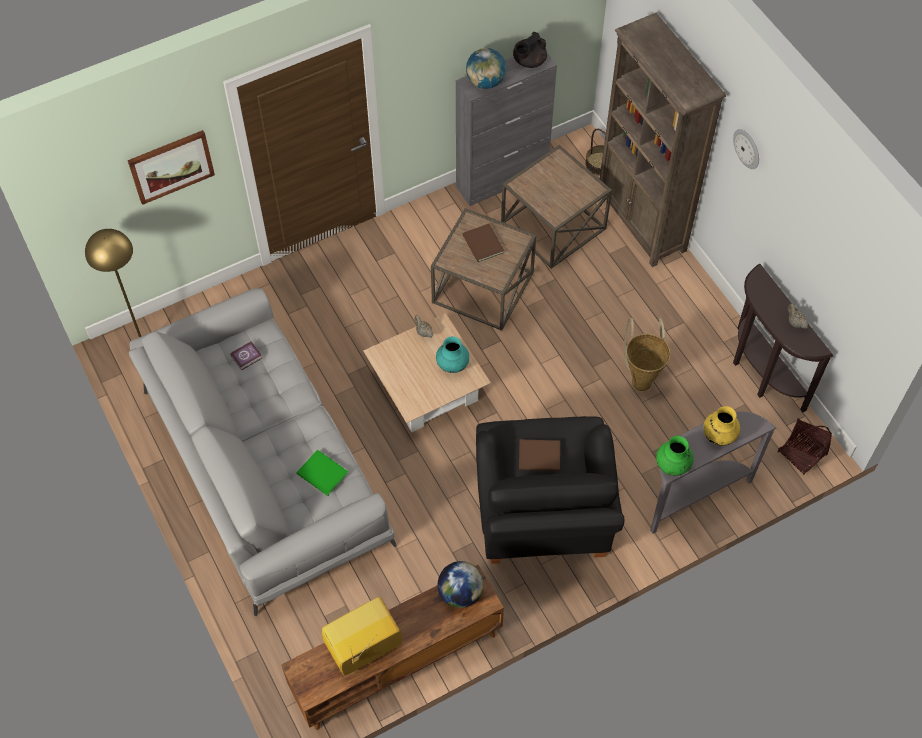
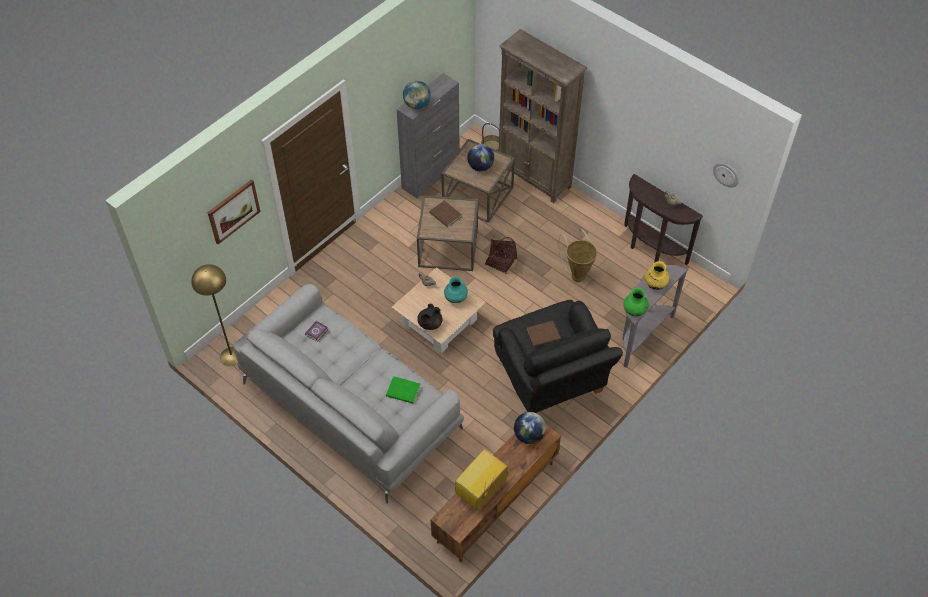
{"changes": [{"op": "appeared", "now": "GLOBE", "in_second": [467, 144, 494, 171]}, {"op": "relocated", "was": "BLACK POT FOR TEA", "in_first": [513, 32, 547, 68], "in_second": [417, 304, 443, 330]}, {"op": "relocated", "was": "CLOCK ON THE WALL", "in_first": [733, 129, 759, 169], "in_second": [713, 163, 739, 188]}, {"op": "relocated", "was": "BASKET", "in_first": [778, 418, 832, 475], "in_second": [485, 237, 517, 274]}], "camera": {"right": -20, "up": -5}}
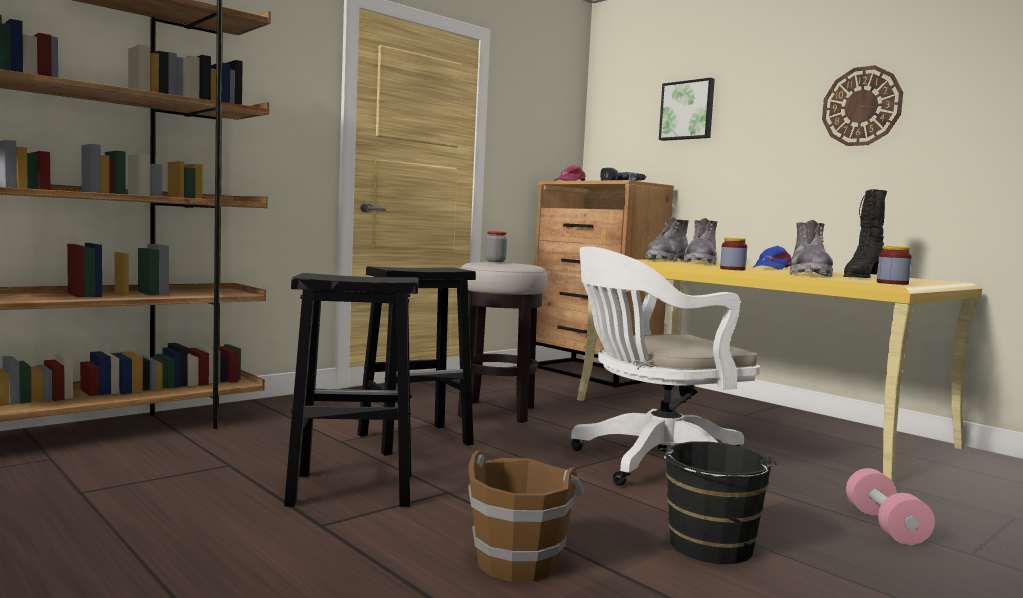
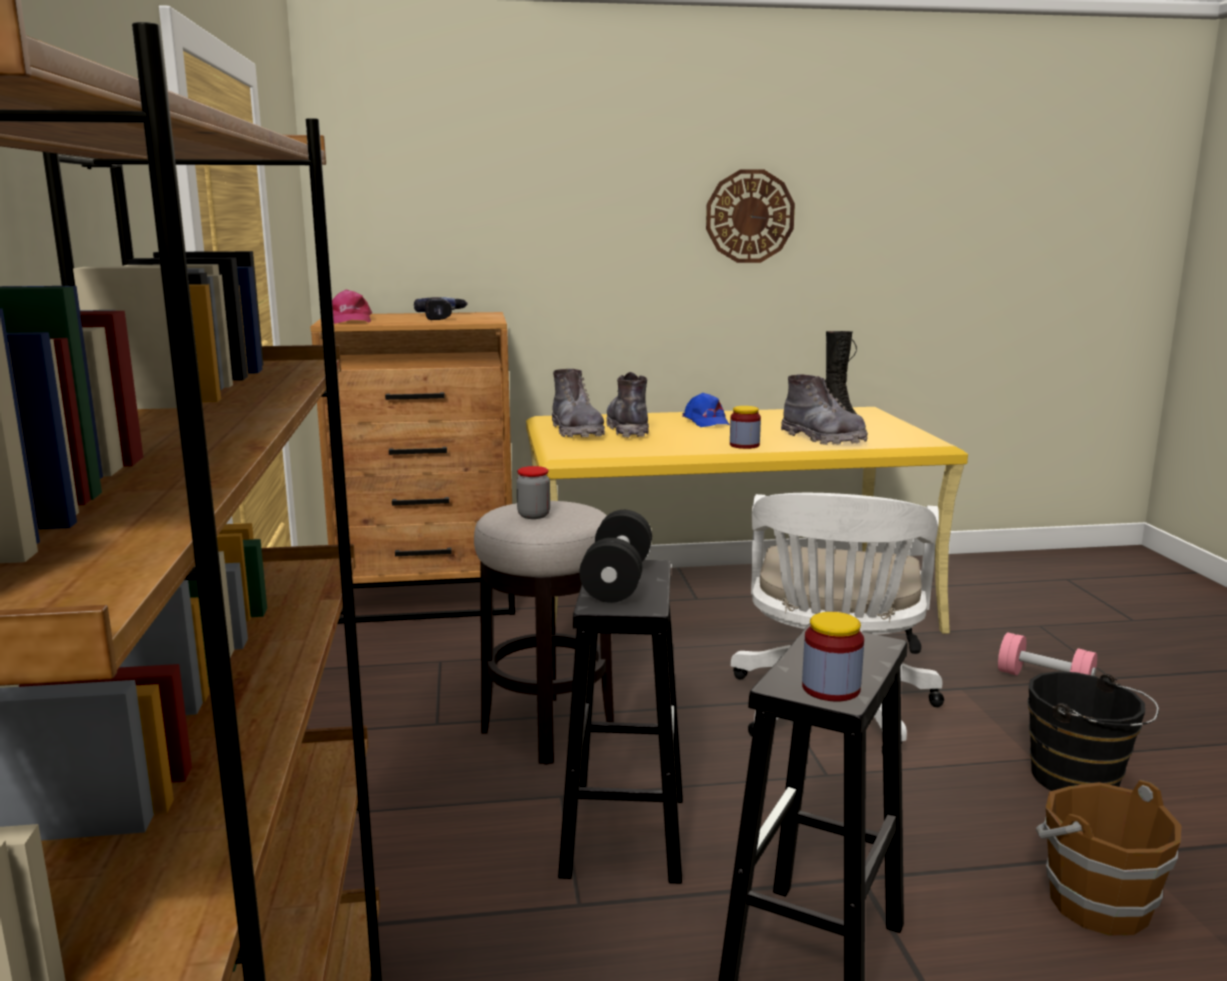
{"changes": [{"op": "missing", "was": "PICTURE", "in_first": [659, 78, 715, 141]}, {"op": "appeared", "now": "BLACK HAND WEIGHT", "in_second": [579, 510, 652, 603]}, {"op": "relocated", "was": "JAR", "in_first": [877, 246, 912, 285], "in_second": [802, 612, 864, 701]}, {"op": "spun", "was": "GREYISH HIGH-TOP BOOT", "in_first": [684, 218, 717, 265], "in_second": [606, 372, 649, 437], "clockwise": -150}], "camera": {"right": -55, "up": 10}}
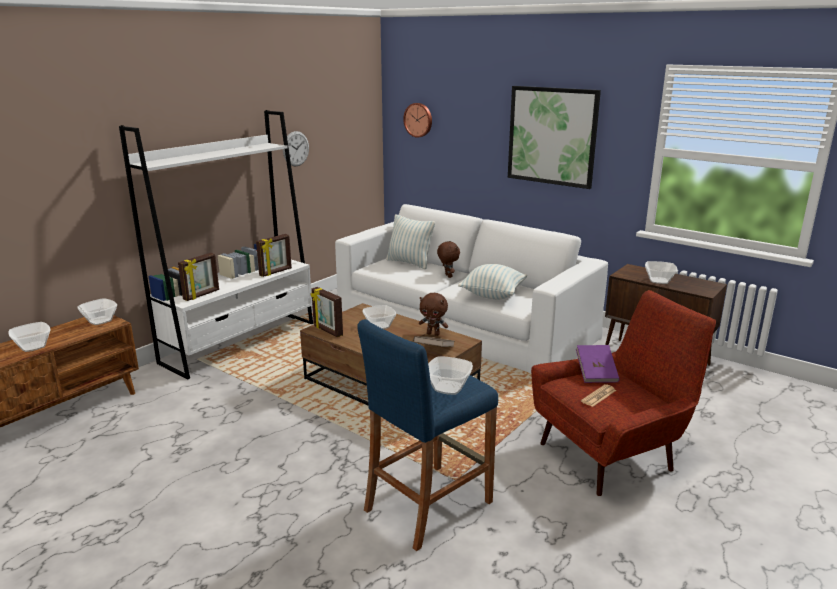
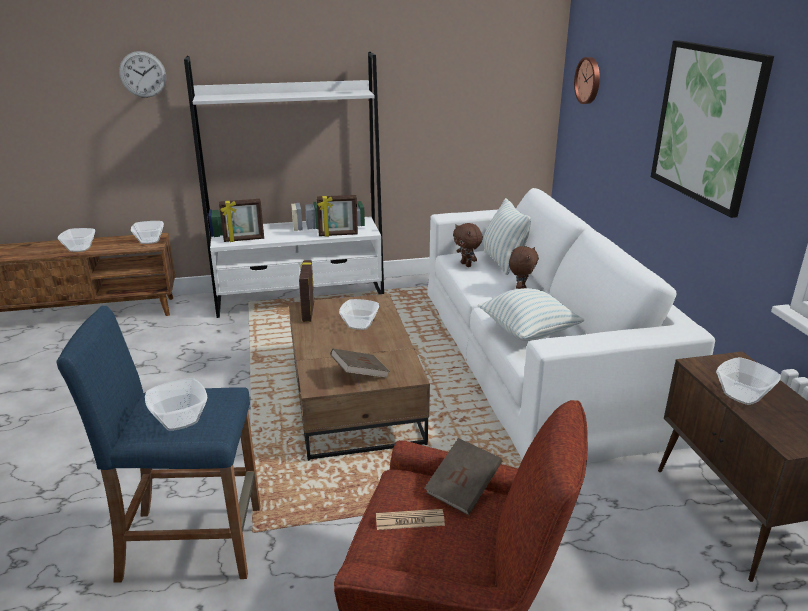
{"changes": [{"op": "relocated", "was": "CLOCK ON THE WALL", "in_first": [283, 131, 309, 166], "in_second": [119, 51, 166, 98]}, {"op": "relocated", "was": "BROWN-COLOURED CUDDLY TOY", "in_first": [419, 293, 448, 336], "in_second": [453, 223, 483, 267]}, {"op": "colour", "was": "PURPLE BOOK", "now": "BROWN-COLOURED BOOK", "in_first": [576, 345, 620, 383], "in_second": [424, 438, 502, 515]}], "camera": {"right": 40, "up": 5}}
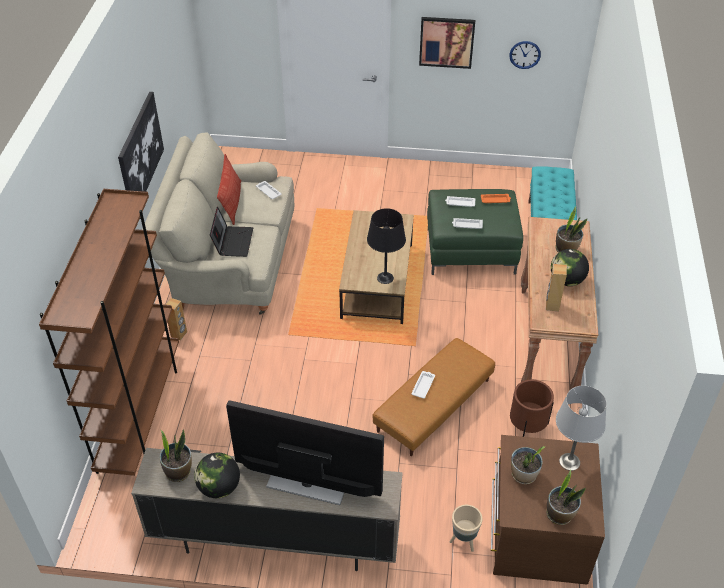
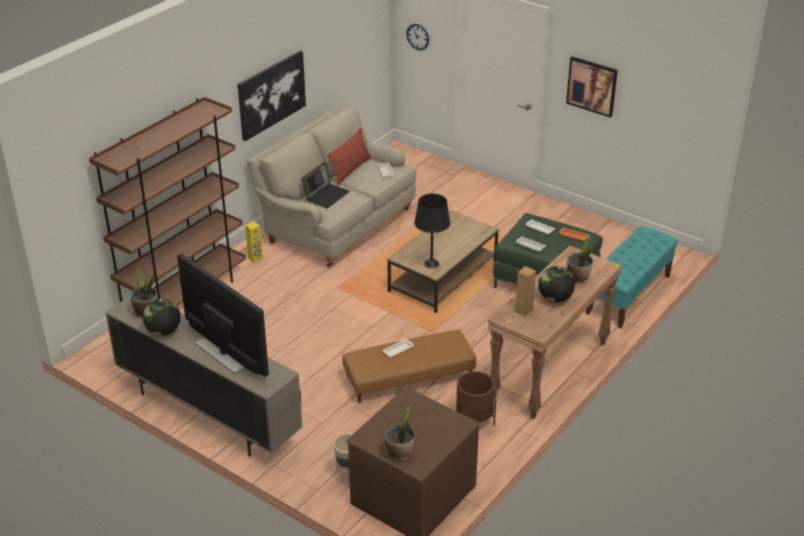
{"changes": [{"op": "missing", "was": "POTTED PLANT", "in_first": [511, 446, 545, 484]}, {"op": "missing", "was": "GREYISH TABLETOP LAMP", "in_first": [556, 386, 607, 471]}, {"op": "relocated", "was": "CLOCK ON THE WALL", "in_first": [509, 41, 541, 69], "in_second": [406, 24, 429, 51]}, {"op": "colour", "was": "BROWN-COLOURED LOUDSPEAKER", "now": "YELLOW LOUDSPEAKER", "in_first": [165, 298, 187, 341], "in_second": [245, 222, 263, 263]}], "camera": {"right": 30, "up": -10}}
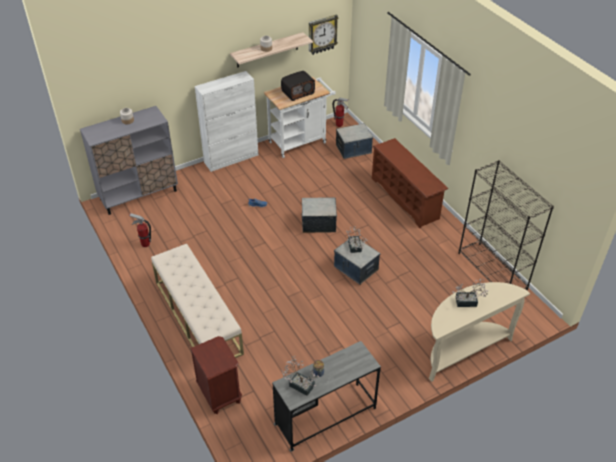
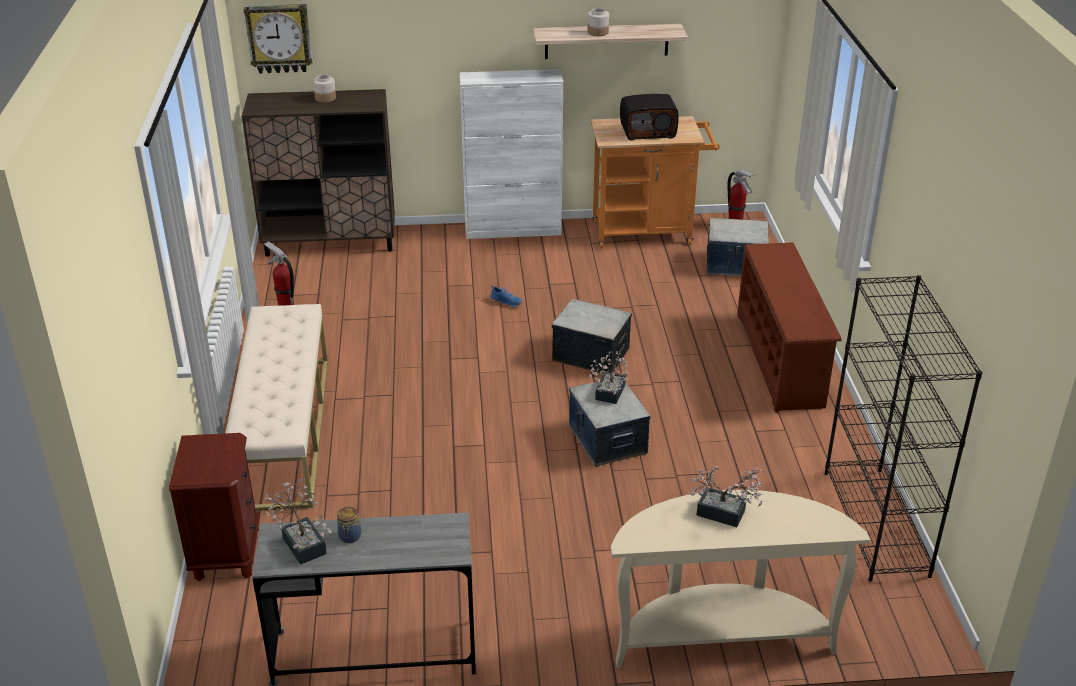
{"changes": [{"op": "relocated", "was": "CLOCK ON THE WALL", "in_first": [309, 15, 338, 55], "in_second": [244, 4, 313, 73]}, {"op": "colour", "was": "GREYISH STORAGE CABINET", "now": "BROWN-COLOURED STORAGE CABINET", "in_first": [80, 106, 178, 215], "in_second": [242, 89, 395, 257]}, {"op": "colour", "was": "WHITE-COLOURED TROLLEY", "now": "ORANGE TROLLEY", "in_first": [264, 77, 336, 158], "in_second": [591, 116, 720, 248]}], "camera": {"right": 25, "up": -10}}
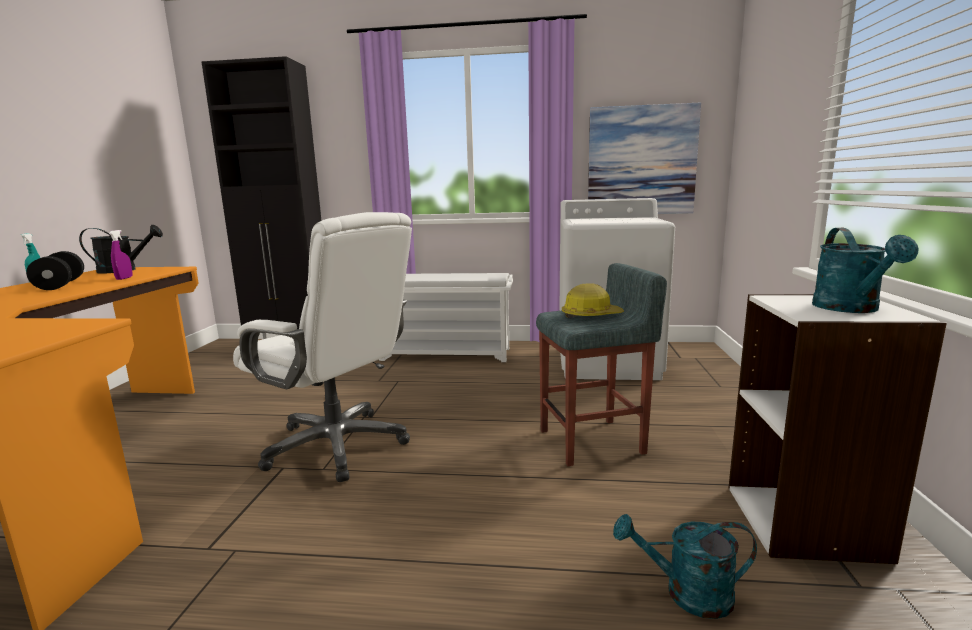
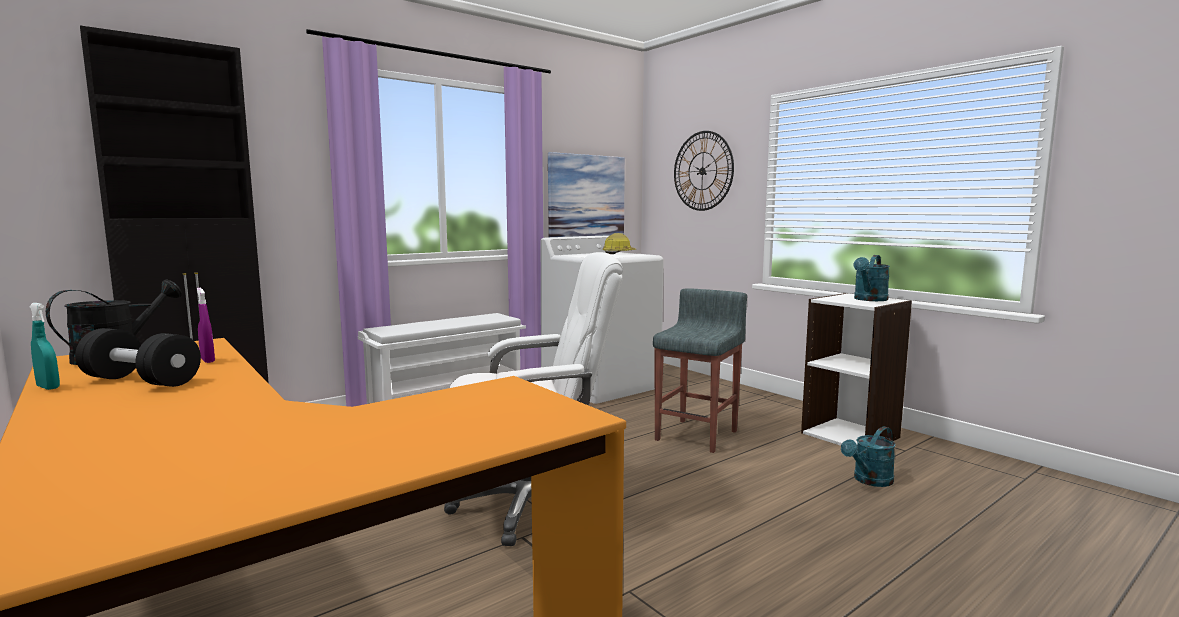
{"changes": [{"op": "appeared", "now": "CLOCK ON THE WALL", "in_second": [674, 131, 734, 211]}, {"op": "relocated", "was": "SAFETY HELMET", "in_first": [562, 283, 624, 318], "in_second": [603, 233, 636, 254]}, {"op": "spun", "was": "TURQUOISE WATERING CAN", "in_first": [812, 228, 919, 313], "in_second": [854, 255, 890, 301], "clockwise": 75}], "camera": {"right": -45, "up": -5}}
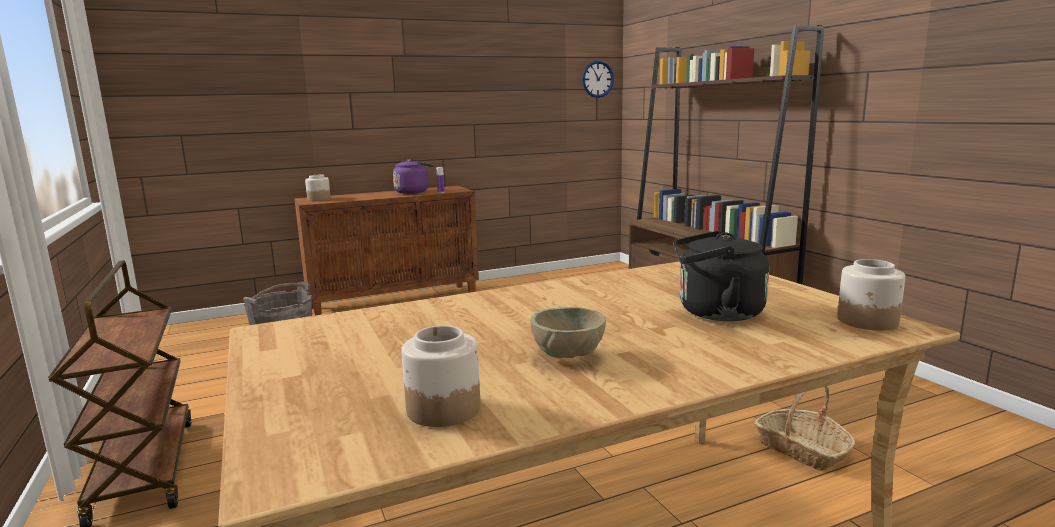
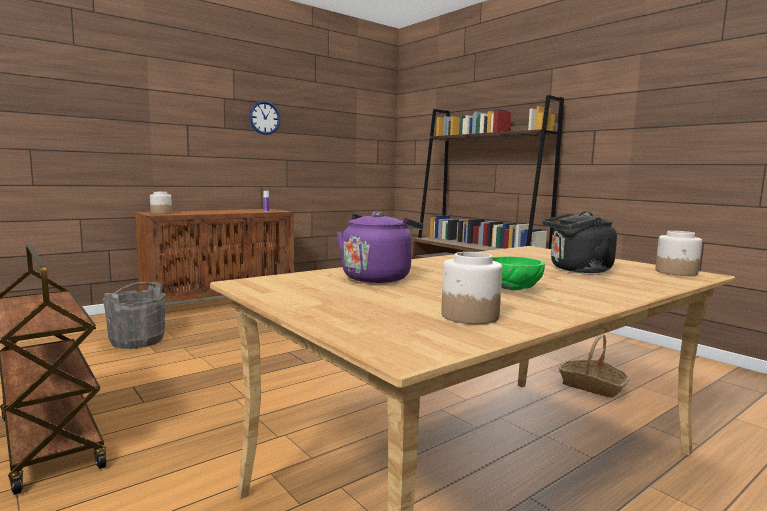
{"changes": [{"op": "relocated", "was": "PURPLE TEA KETTLE", "in_first": [393, 159, 434, 194], "in_second": [336, 211, 423, 283]}, {"op": "relocated", "was": "CLOCK ON THE WALL", "in_first": [582, 60, 614, 98], "in_second": [249, 101, 280, 135]}, {"op": "colour", "was": "SAND-COLOURED SERVING BOWL", "now": "GREENISH SERVING BOWL", "in_first": [530, 307, 606, 358], "in_second": [492, 256, 545, 290]}], "camera": {"right": -15, "up": -5}}
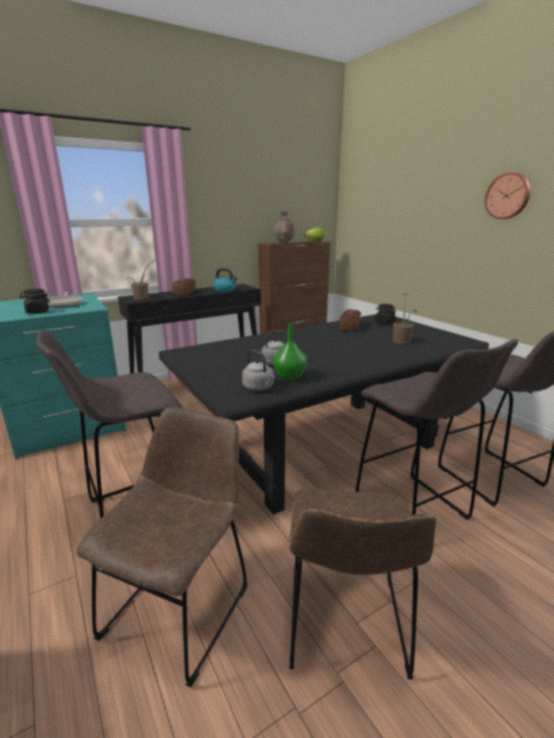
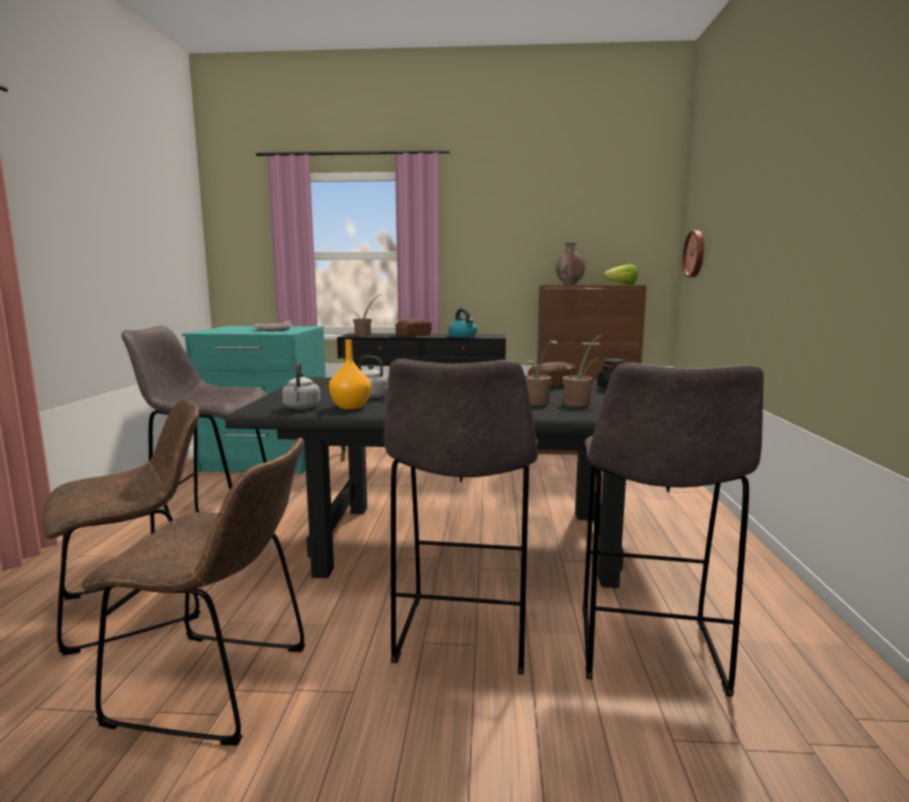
{"changes": [{"op": "missing", "was": "BLACK JAR", "in_first": [19, 288, 50, 314]}, {"op": "appeared", "now": "POTTED PLANT", "in_second": [524, 340, 558, 405]}, {"op": "relocated", "was": "CLOCK ON THE WALL", "in_first": [485, 172, 531, 219], "in_second": [682, 231, 704, 278]}, {"op": "colour", "was": "GREENISH FLOWER VASE", "now": "ORANGE FLOWER VASE", "in_first": [273, 323, 307, 381], "in_second": [329, 339, 371, 409]}, {"op": "spun", "was": "BROWN-COLOURED CHAIR", "in_first": [289, 489, 436, 680], "in_second": [81, 438, 306, 745], "clockwise": -120}], "camera": {"right": 35, "up": -10}}
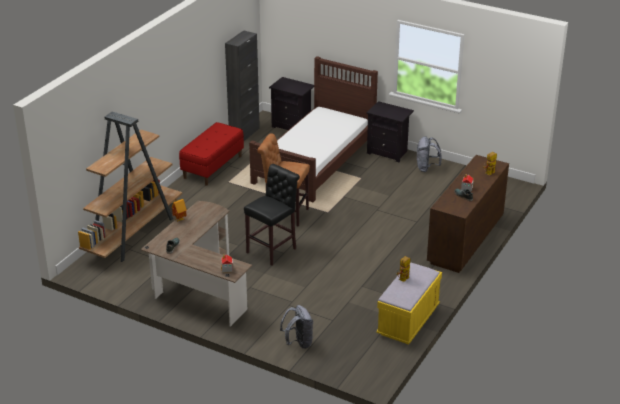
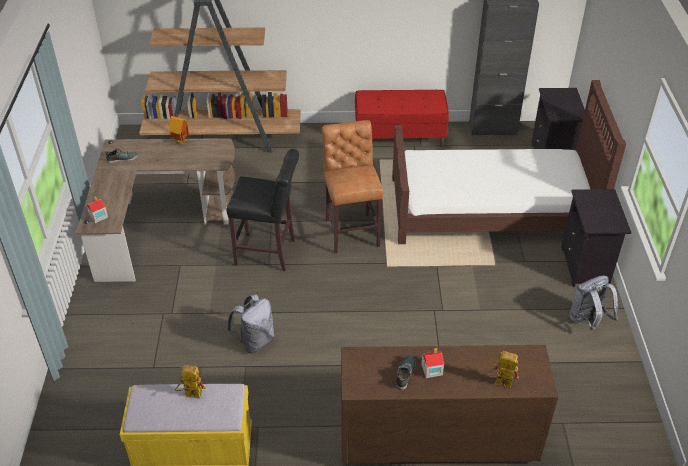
{"changes": [{"op": "relocated", "was": "GREYISH BACKPACK", "in_first": [280, 305, 313, 349], "in_second": [227, 294, 275, 353]}], "camera": {"right": 60, "up": 10}}
